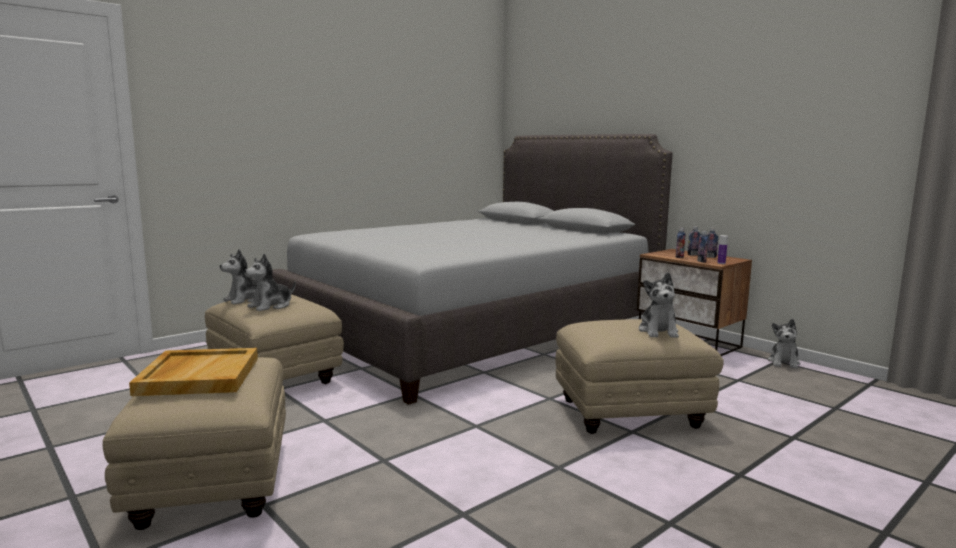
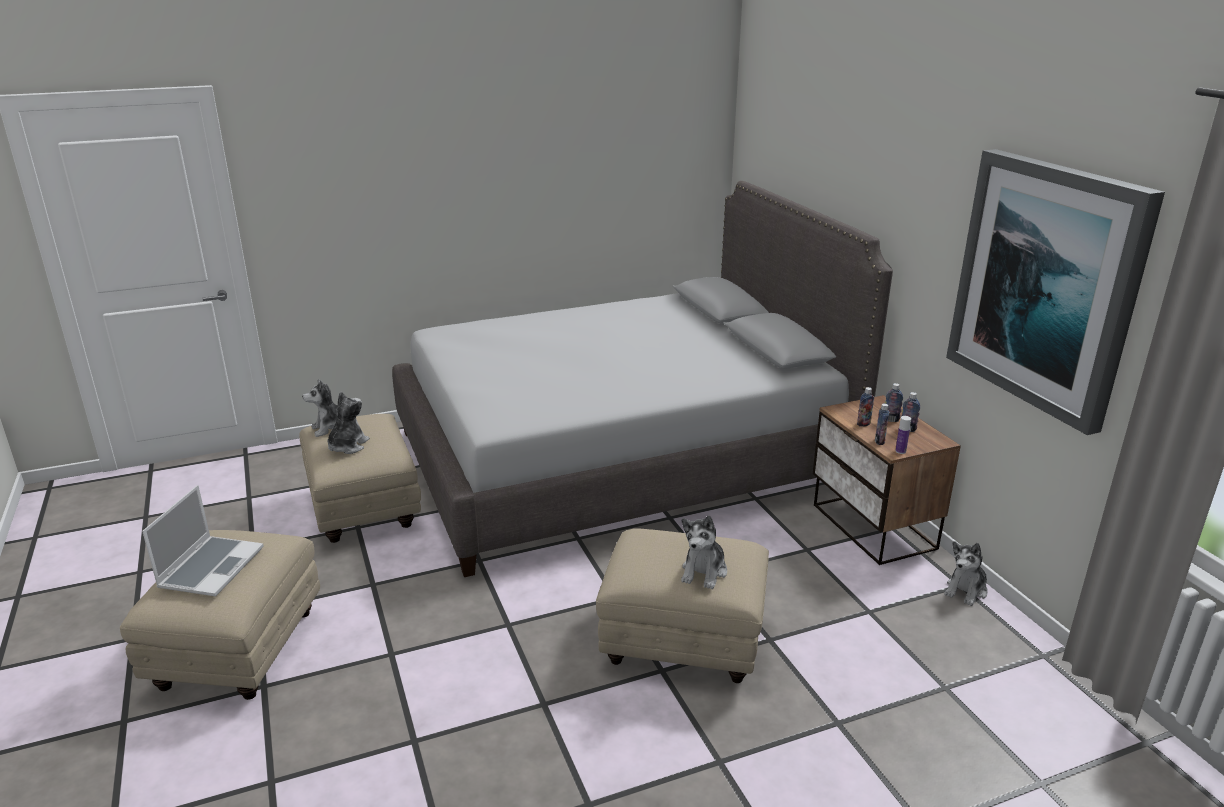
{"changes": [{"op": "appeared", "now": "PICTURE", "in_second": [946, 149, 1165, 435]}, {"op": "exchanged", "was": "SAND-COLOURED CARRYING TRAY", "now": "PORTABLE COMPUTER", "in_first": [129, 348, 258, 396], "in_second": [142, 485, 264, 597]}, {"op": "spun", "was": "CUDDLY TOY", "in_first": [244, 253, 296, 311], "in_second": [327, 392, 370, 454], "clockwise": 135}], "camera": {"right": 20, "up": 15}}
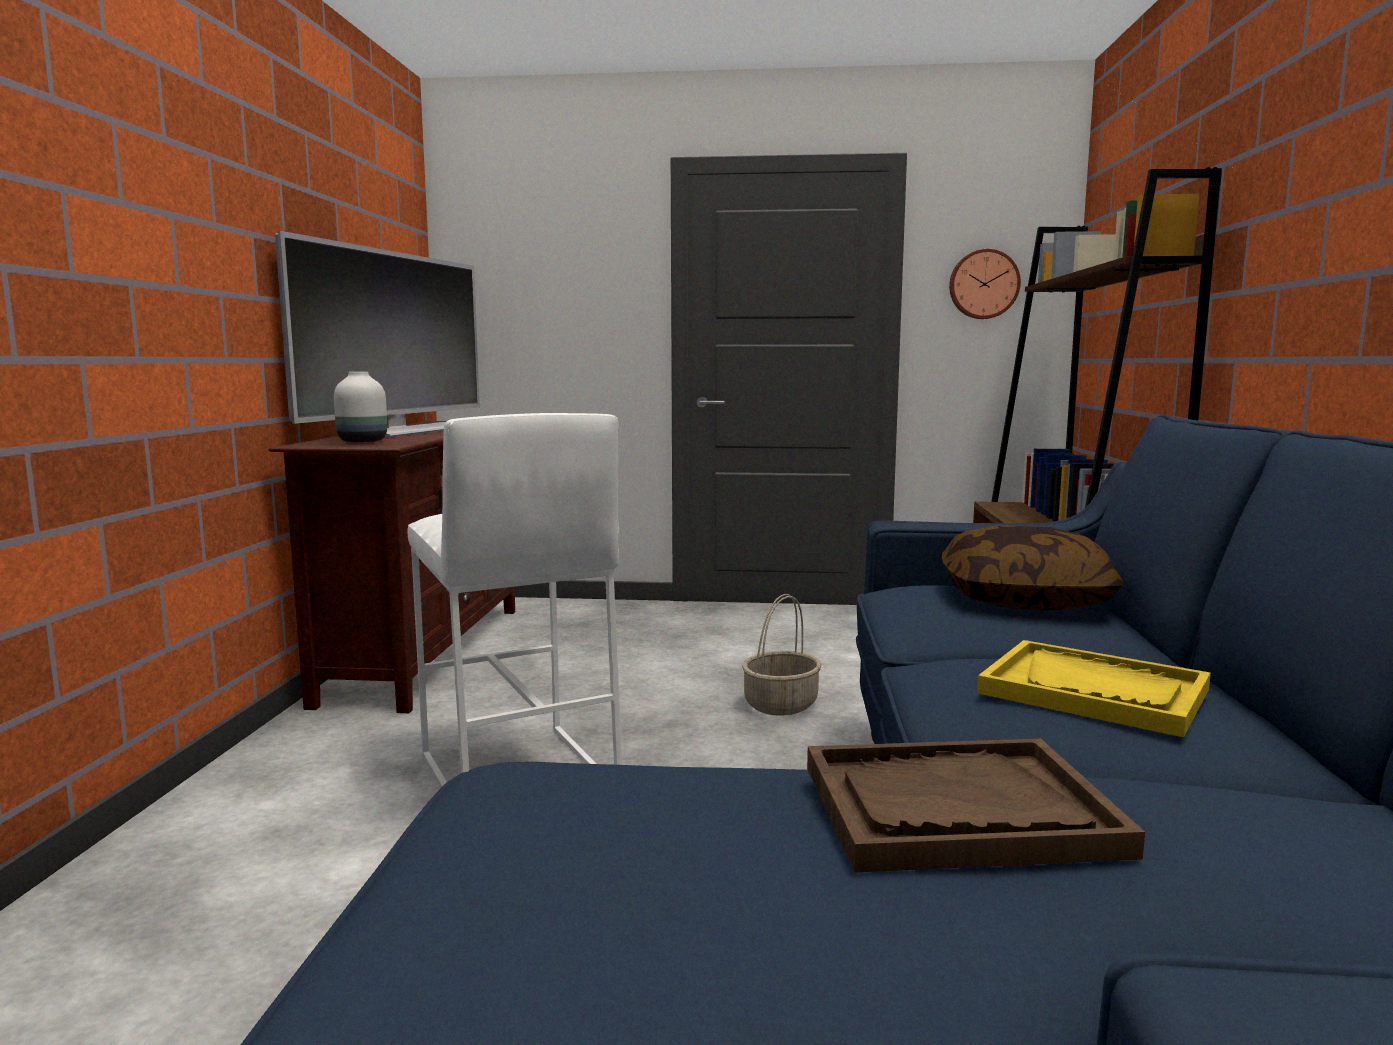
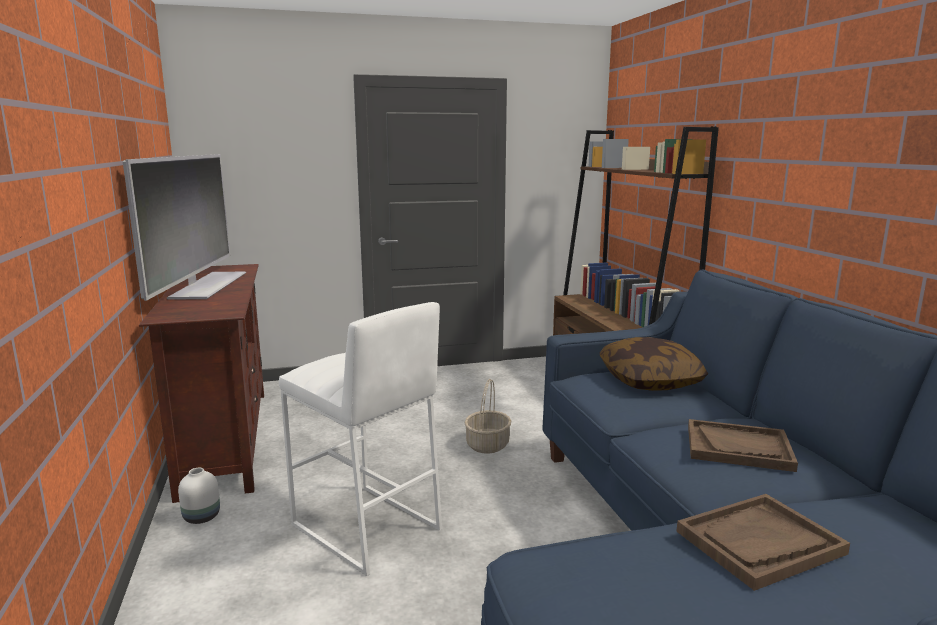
{"changes": [{"op": "missing", "was": "CLOCK ON THE WALL", "in_first": [949, 249, 1021, 319]}, {"op": "relocated", "was": "WHITE-COLOURED FLOWER VASE", "in_first": [334, 372, 387, 442], "in_second": [178, 468, 220, 524]}, {"op": "colour", "was": "YELLOW CARRYING TRAY", "now": "BROWN-COLOURED CARRYING TRAY", "in_first": [977, 640, 1211, 737], "in_second": [688, 419, 798, 472]}], "camera": {"right": -20, "up": 5}}
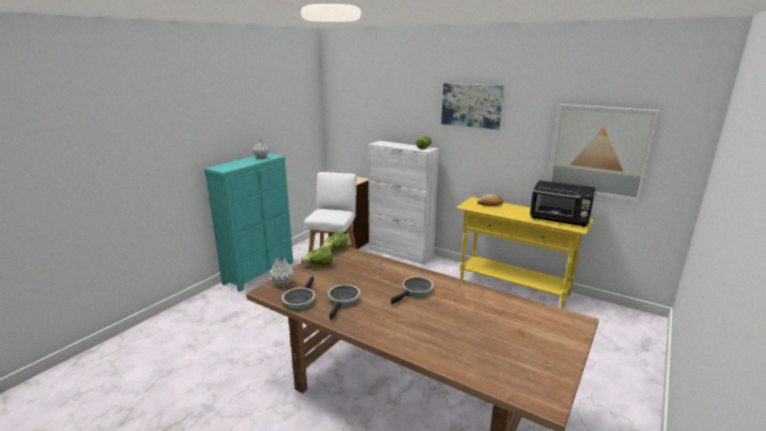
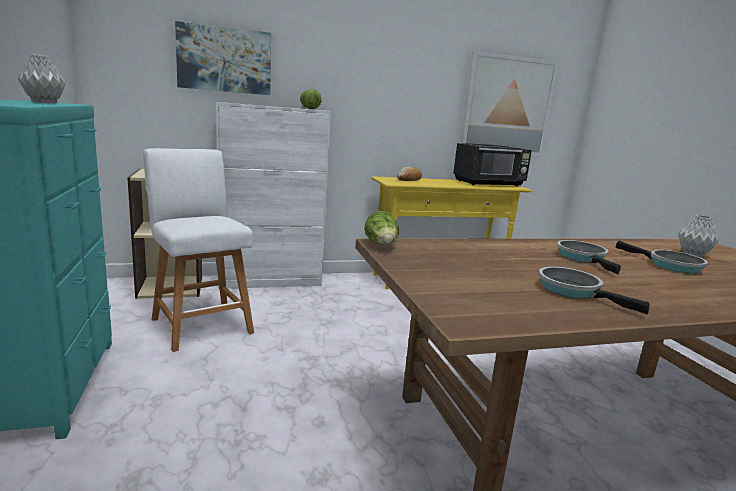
{"changes": [{"op": "missing", "was": "LETTUCE HEAD", "in_first": [301, 247, 332, 266]}, {"op": "relocated", "was": "GREYISH FLOWER VASE", "in_first": [269, 258, 294, 287], "in_second": [678, 215, 719, 257]}, {"op": "relocated", "was": "FRYING PAN", "in_first": [282, 276, 315, 310], "in_second": [615, 241, 708, 274]}, {"op": "relocated", "was": "PICTURE", "in_first": [441, 83, 504, 130], "in_second": [175, 21, 271, 95]}], "camera": {"right": -50, "up": -5}}
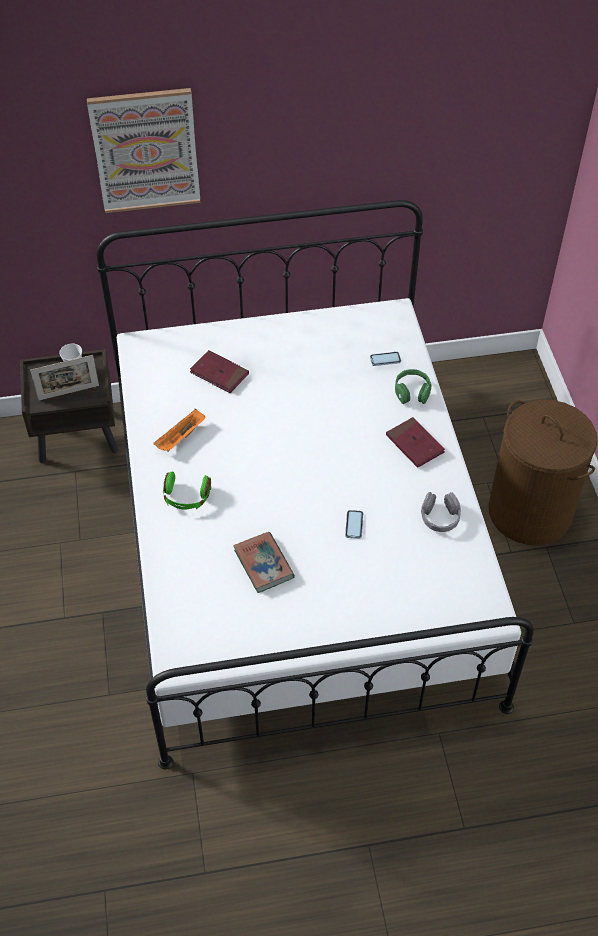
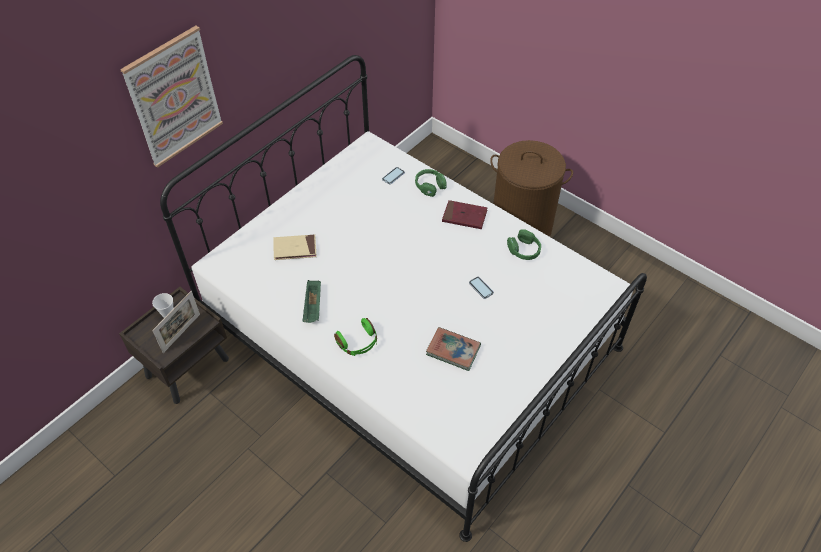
{"changes": [{"op": "colour", "was": "ORANGE CARRYING TRAY", "now": "GREENISH CARRYING TRAY", "in_first": [153, 409, 206, 452], "in_second": [303, 280, 321, 323]}, {"op": "colour", "was": "RED BOOK", "now": "SAND-COLOURED BOOK", "in_first": [190, 350, 249, 393], "in_second": [273, 234, 317, 260]}, {"op": "colour", "was": "GREYISH HEADSET", "now": "GREENISH HEADSET", "in_first": [421, 492, 461, 532], "in_second": [507, 229, 541, 260]}], "camera": {"right": -40, "up": 0}}
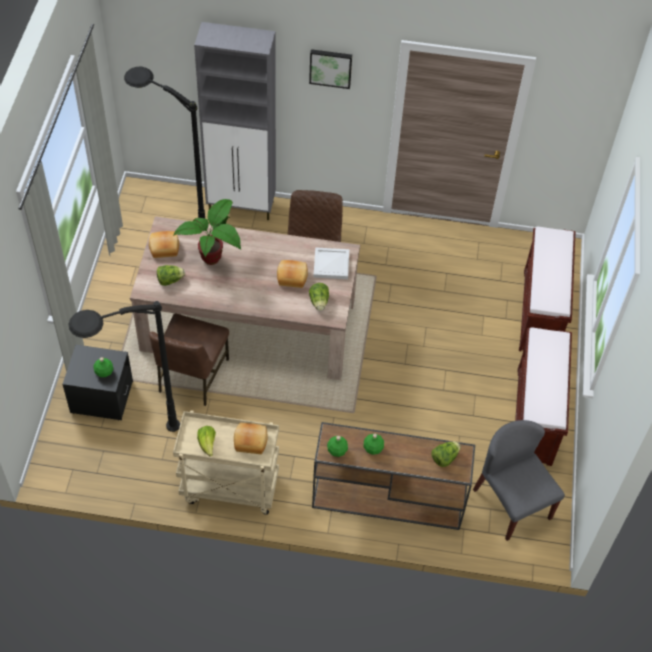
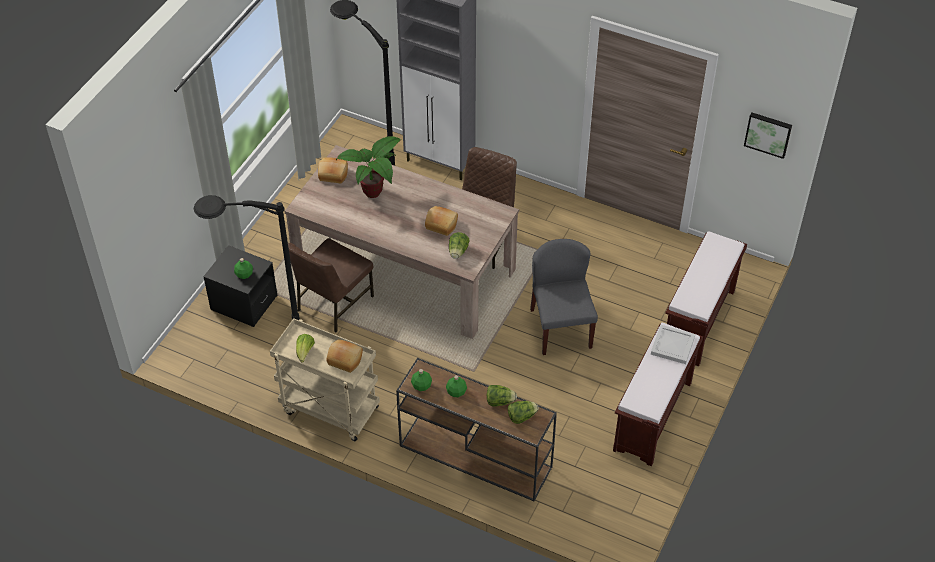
{"changes": [{"op": "relocated", "was": "LETTUCE HEAD", "in_first": [157, 265, 185, 286], "in_second": [487, 385, 517, 407]}, {"op": "relocated", "was": "PICTURE", "in_first": [309, 49, 352, 89], "in_second": [744, 112, 792, 159]}, {"op": "relocated", "was": "WHITE-COLOURED CARRYING TRAY", "in_first": [313, 247, 349, 279], "in_second": [651, 325, 695, 364]}, {"op": "relocated", "was": "GREYISH CHAIR", "in_first": [473, 420, 565, 541], "in_second": [530, 239, 598, 355]}], "camera": {"right": 20, "up": -5}}
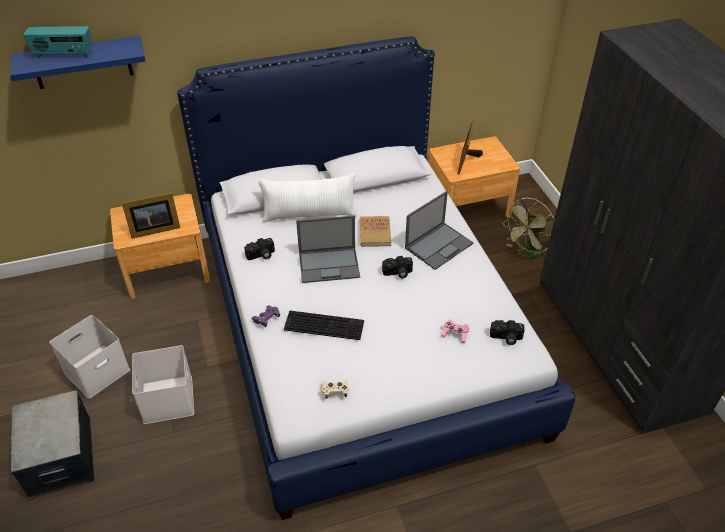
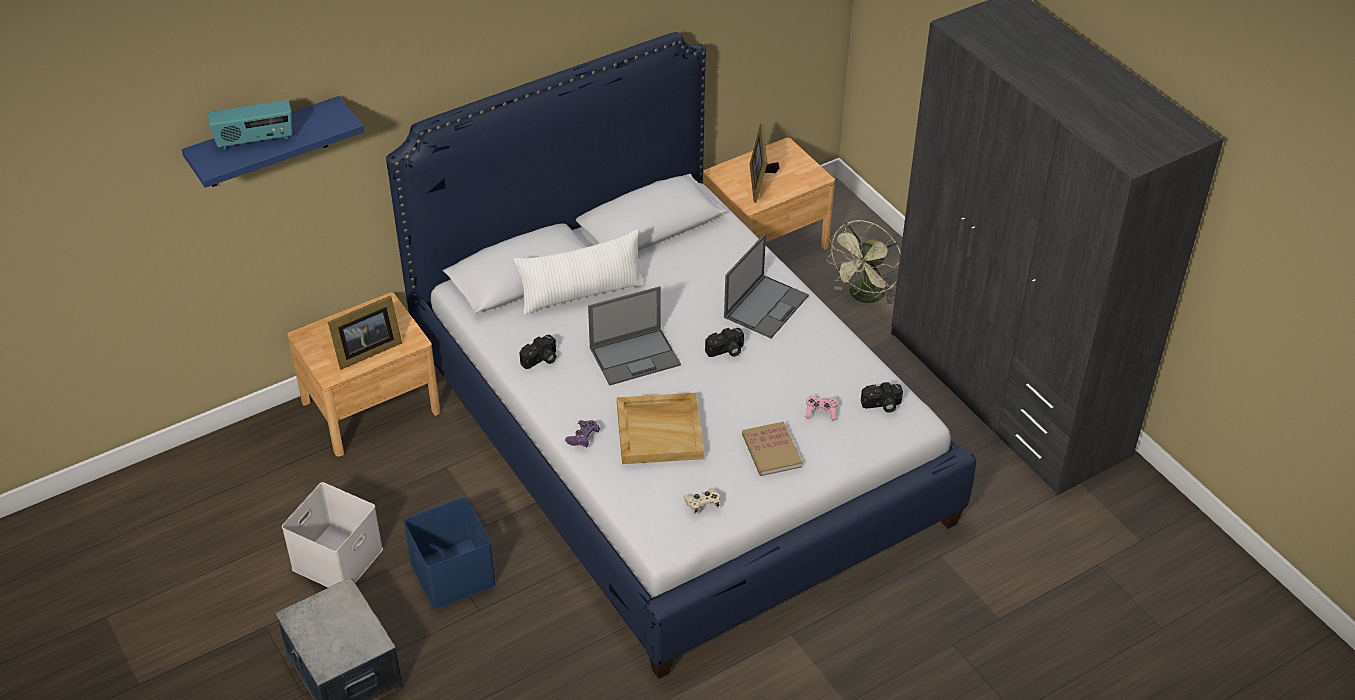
{"changes": [{"op": "relocated", "was": "BOOK", "in_first": [360, 216, 391, 247], "in_second": [742, 421, 802, 476]}, {"op": "exchanged", "was": "KEYBOARD", "now": "SAND-COLOURED CARRYING TRAY", "in_first": [284, 310, 364, 340], "in_second": [617, 393, 704, 464]}, {"op": "colour", "was": "WHITE-COLOURED STORAGE CONTAINER", "now": "BLUE STORAGE CONTAINER", "in_first": [132, 345, 194, 424], "in_second": [404, 497, 496, 610]}], "camera": {"right": -15, "up": 0}}
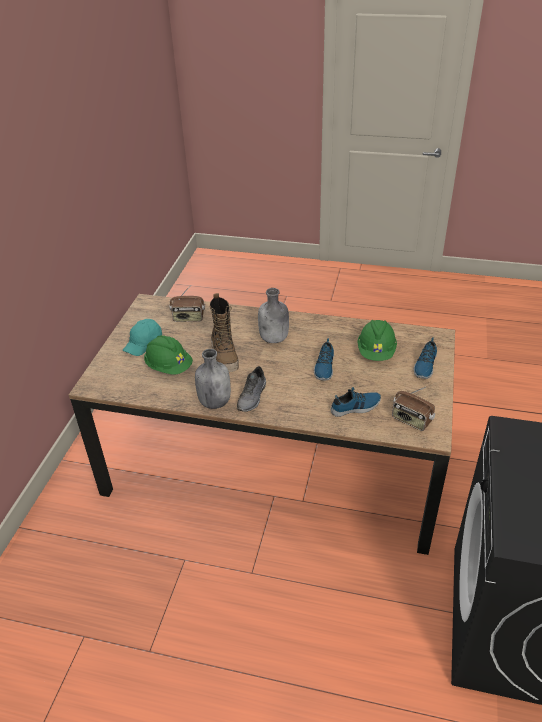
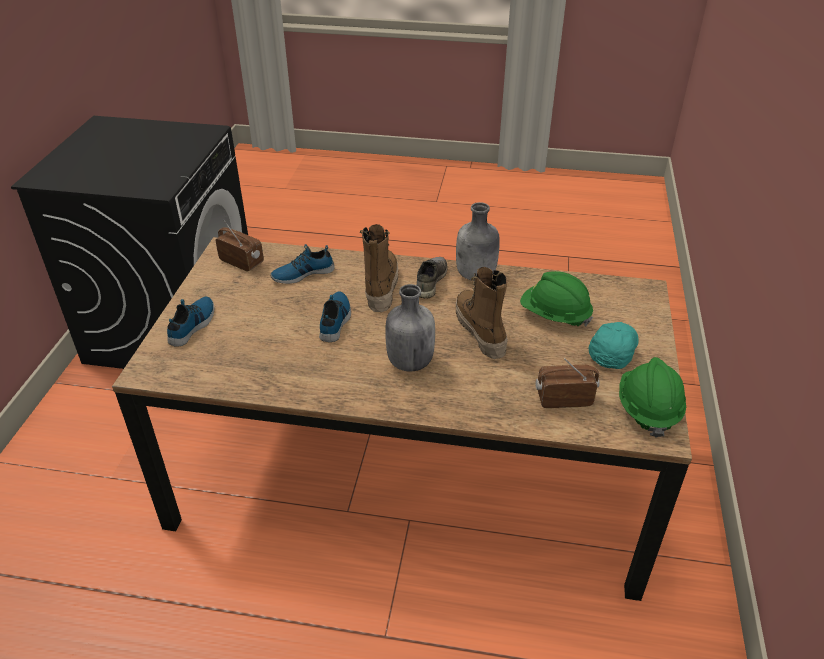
{"changes": [{"op": "appeared", "now": "HIGH-TOP BOOT", "in_second": [360, 224, 398, 312]}, {"op": "relocated", "was": "GREENISH SAFETY HELMET", "in_first": [357, 320, 397, 361], "in_second": [619, 357, 686, 438]}], "camera": {"right": 175, "up": 0}}
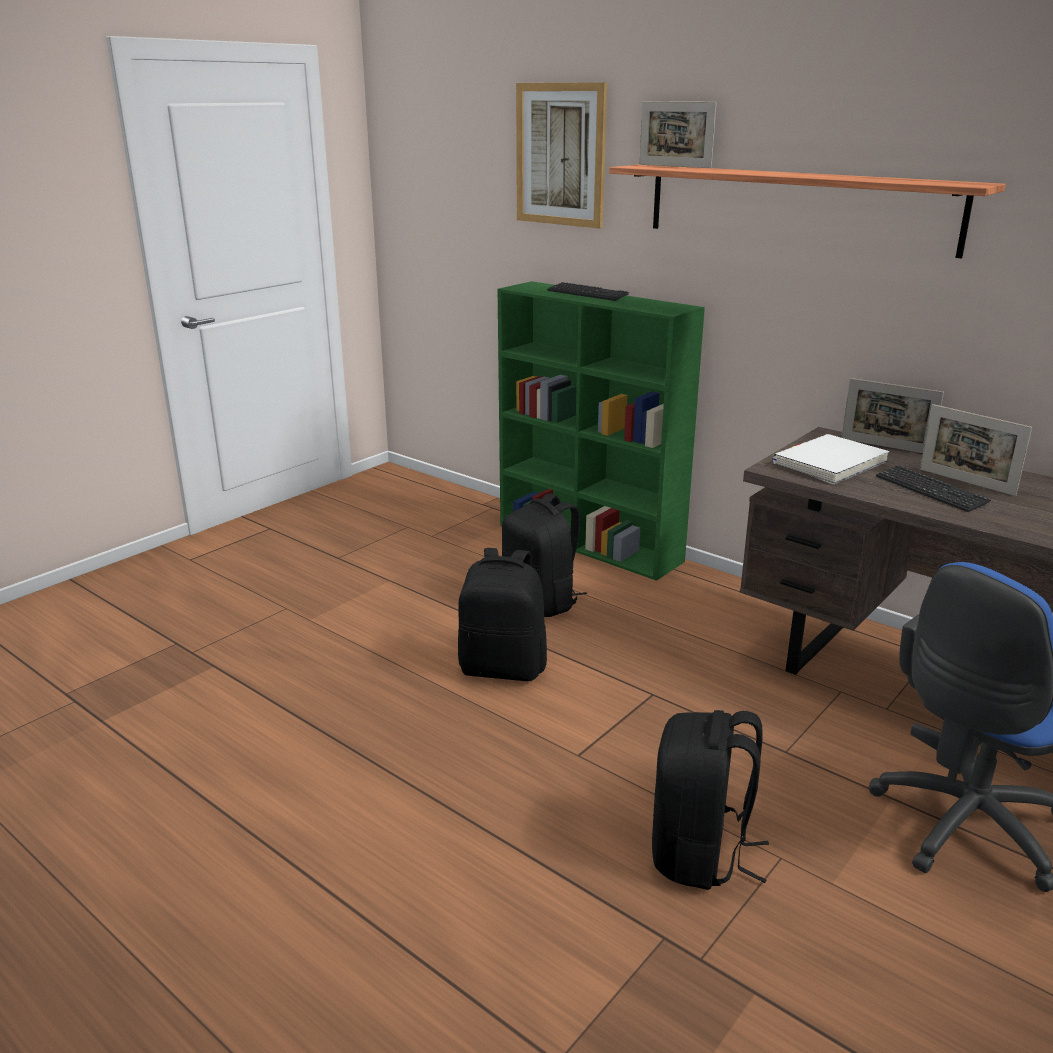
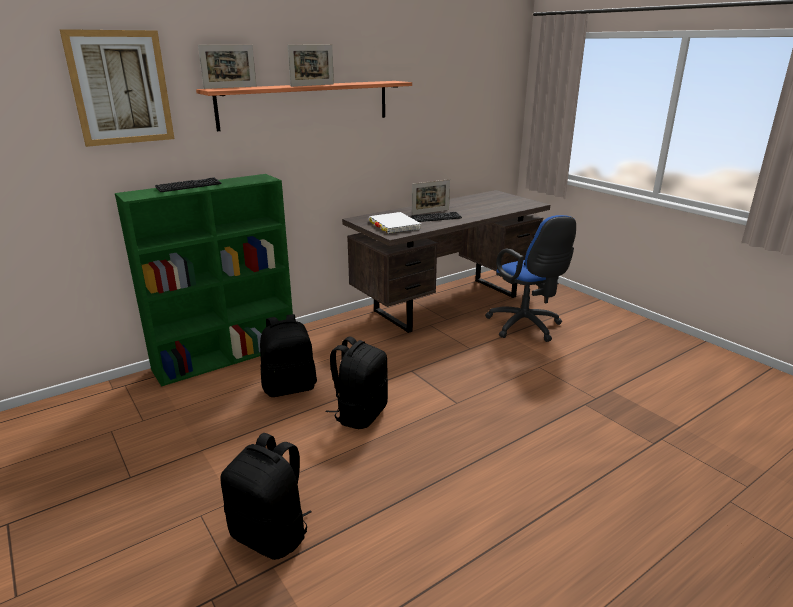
{"changes": [{"op": "relocated", "was": "BLACK BACKPACK", "in_first": [652, 710, 769, 890], "in_second": [220, 433, 312, 560]}, {"op": "relocated", "was": "STANDING FRAME", "in_first": [841, 378, 944, 453], "in_second": [287, 44, 334, 87]}], "camera": {"right": -75, "up": 0}}
